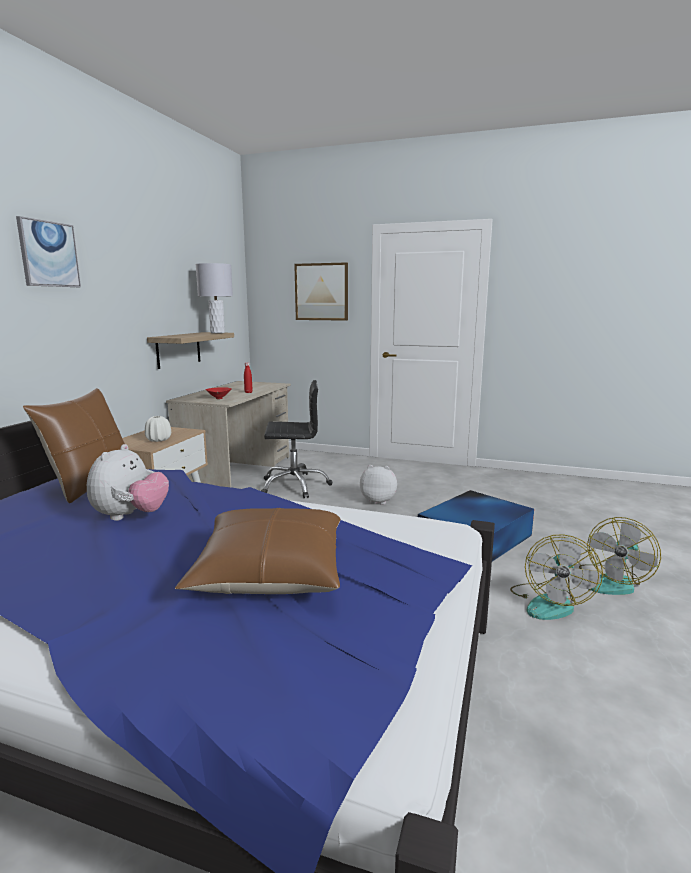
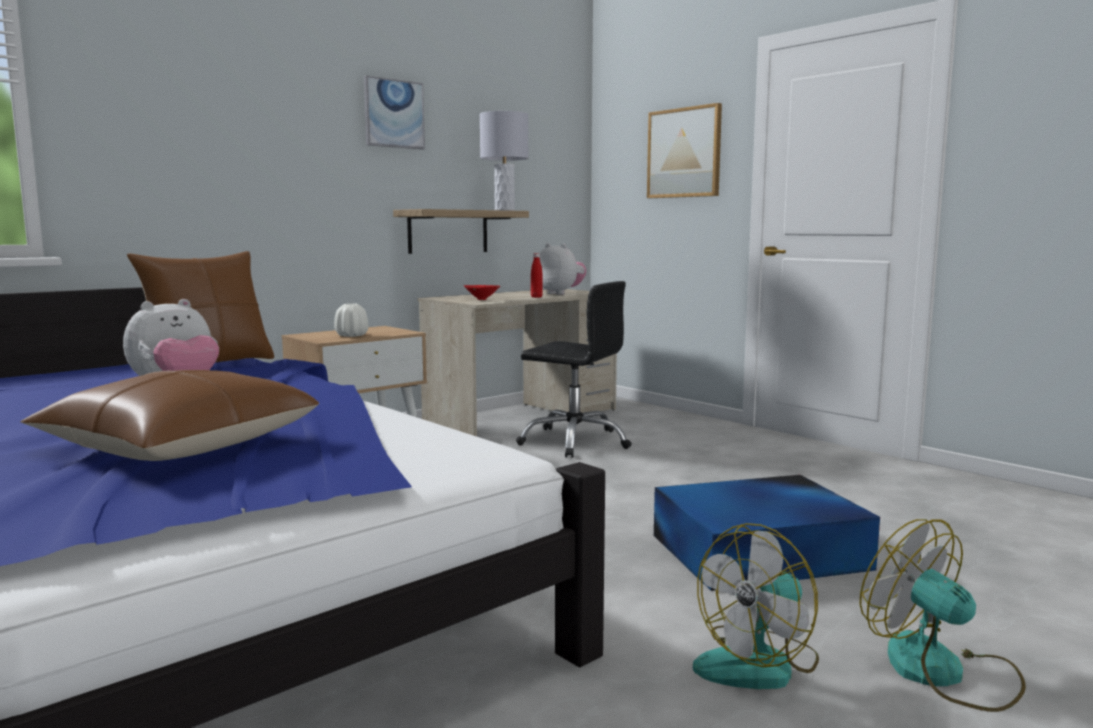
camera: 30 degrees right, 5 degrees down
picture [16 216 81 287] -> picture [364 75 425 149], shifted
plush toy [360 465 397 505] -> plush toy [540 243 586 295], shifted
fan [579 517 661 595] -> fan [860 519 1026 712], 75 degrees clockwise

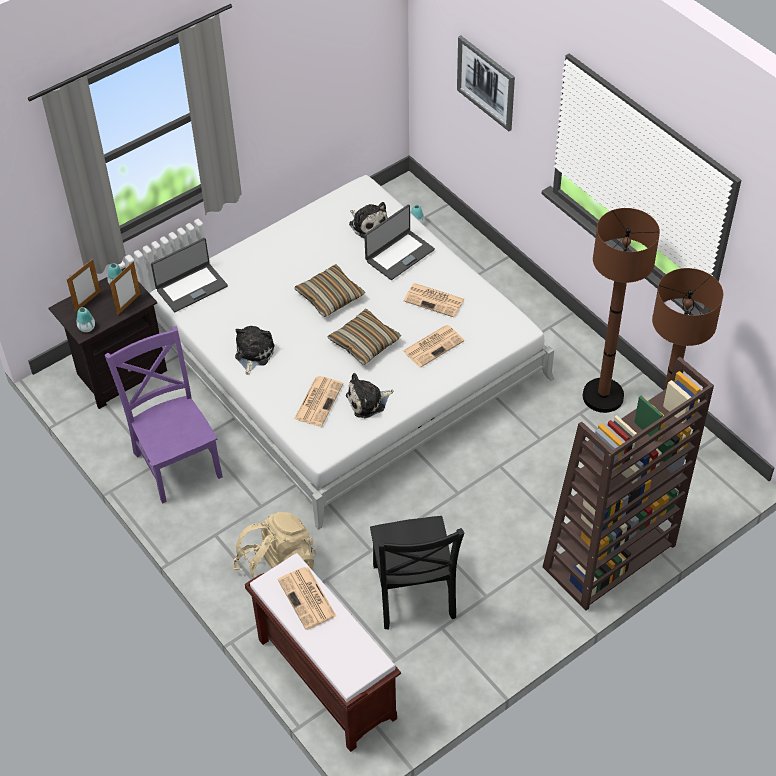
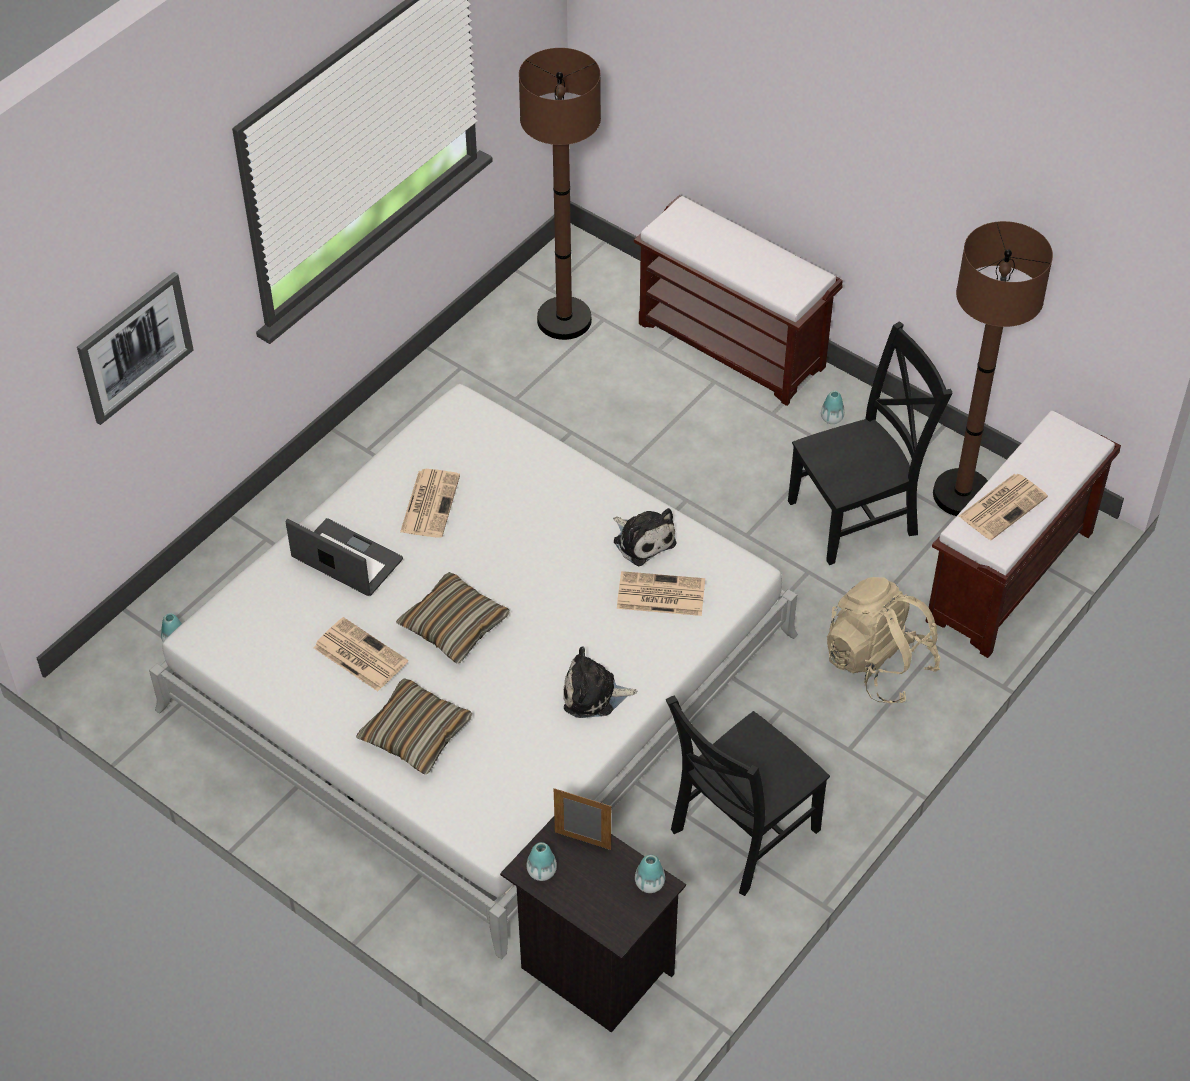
camera: 105 degrees left, 0 degrees up
plush toy [349 202 388 238] -> none
floor lamp/brown [583 208 660 413] -> floor lamp/brown [933 221 1053 516], shifted
laptop [151 238 228 312] -> none
picture frame [67 259 101 312] -> none
pillow [328 309 401 365] -> pillow [356 678 472 775], shifted
newspaper [403 325 464 368] -> newspaper [314 617 408 691], shifted
chair/purple [105 326 223 504] -> chair/black [665 696 830 896]
bookcase/brown [542 357 714 611] -> bench/brown [634 195 843 406]
none -> vase [821 391 845 424]

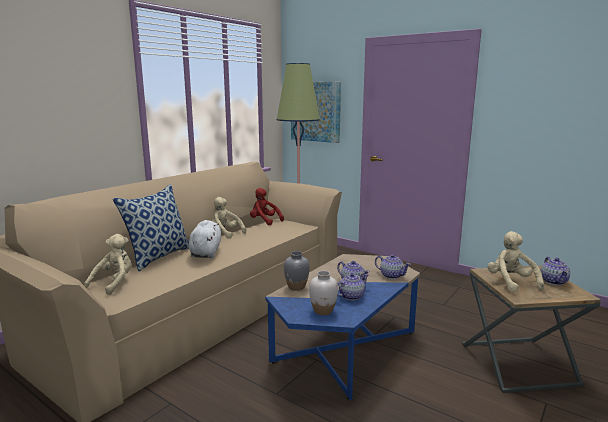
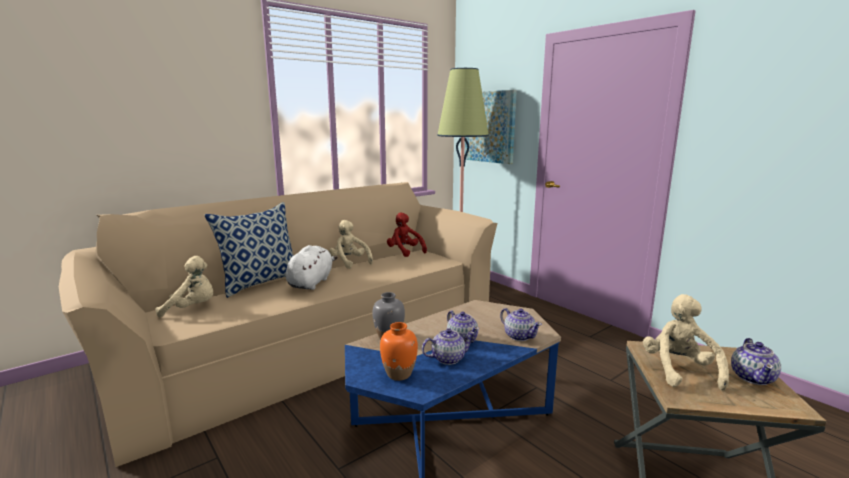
camera: 15 degrees right, 0 degrees up
plush toy/beige [84 234 132 295] -> plush toy/beige [156 256 213 317], 45 degrees clockwise
vase/white [309 271 338 315] -> vase/orange [380 322 418 381]

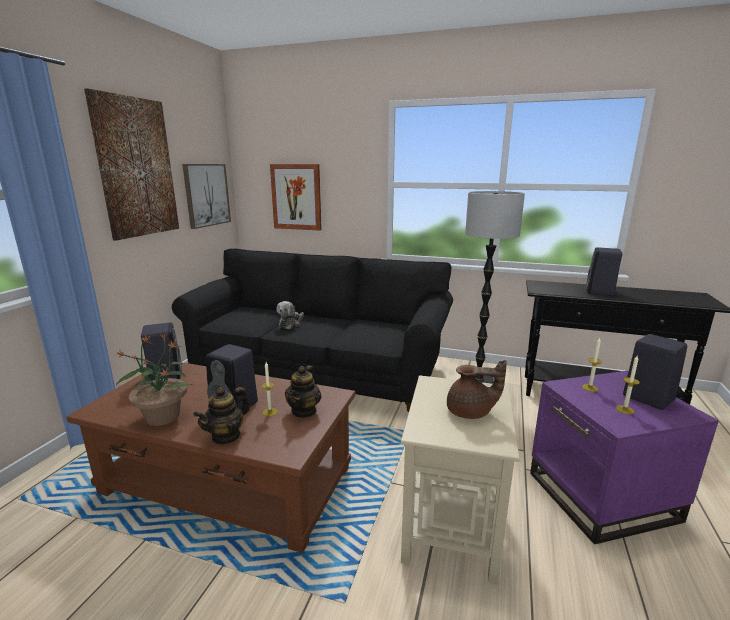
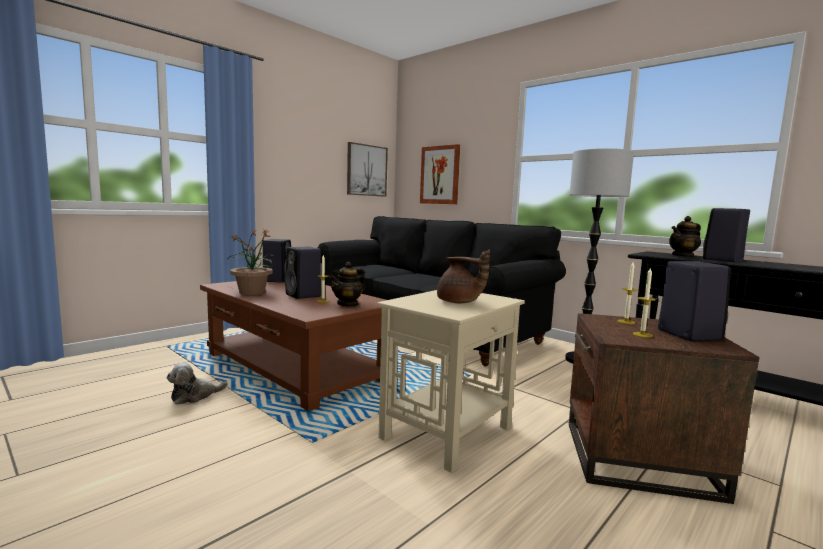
camera: 25 degrees right, 10 degrees down
picture [84 88 179 241] -> none
plush toy [276 301 304 329] -> plush toy [167 362 228 405], shifted
side table/purple [530 371 719 544] -> side table/brown [569 313 760 504]
teapot [193 387 250 445] -> teapot [669 216 701 257], shifted

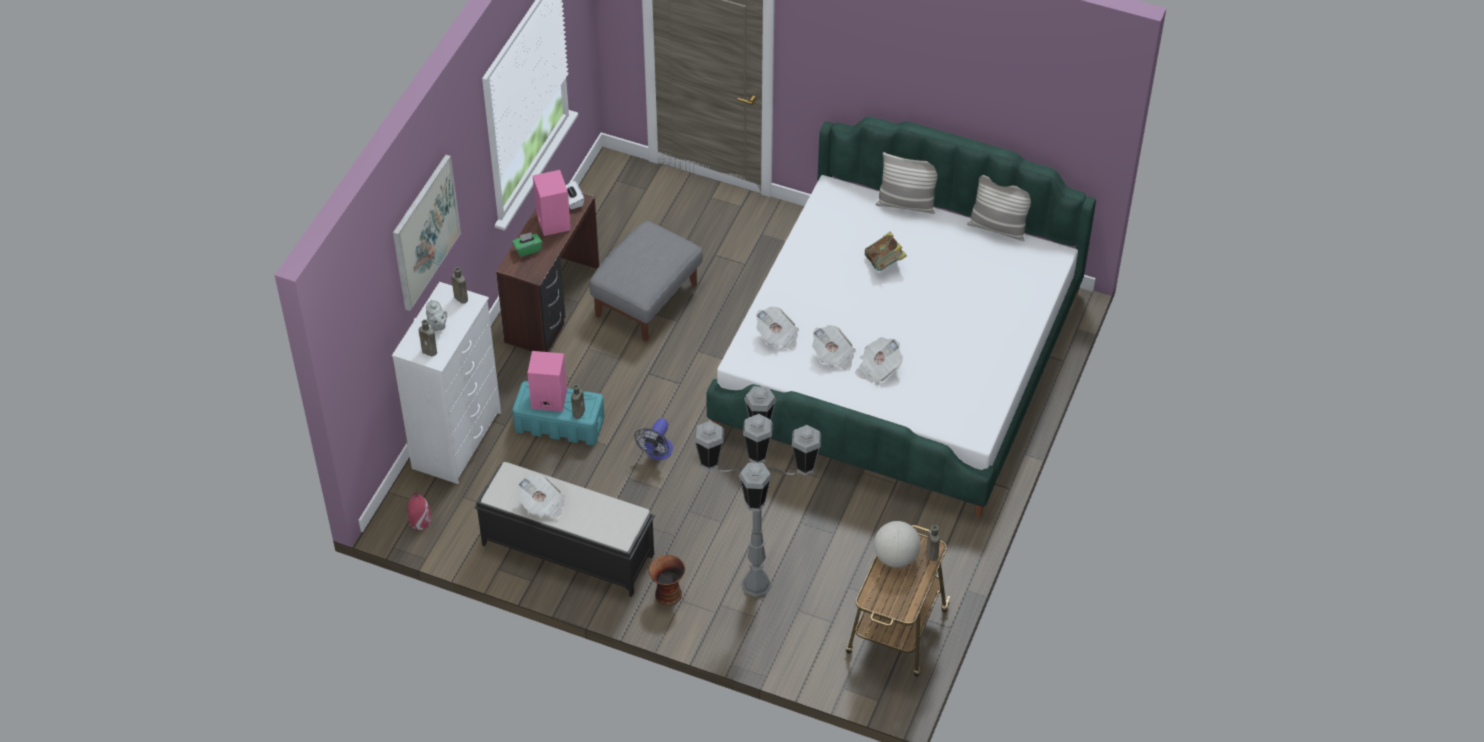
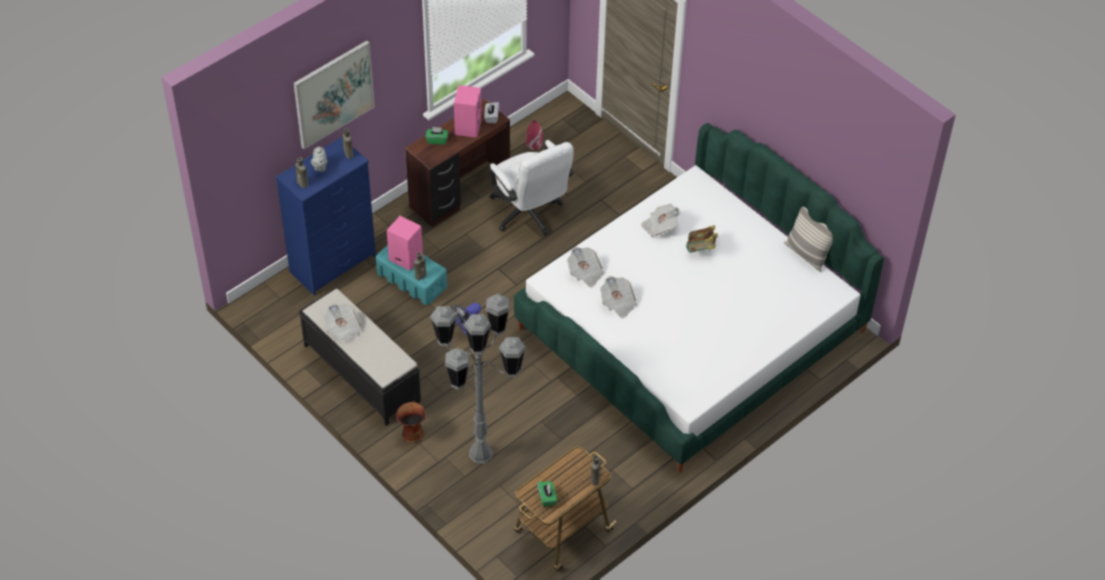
camera: 25 degrees right, 0 degrees up
pillow [876 152 938 214] -> none
ottoman/grey [589 221 703 342] -> office chair/white [490 140 574 235]
dresser/white [392 282 501 484] -> dresser/blue [276 137 376 296]
newspaper [855 337 903 385] -> newspaper [641 204 681 237], shifted
vase/red [407 493 432 530] -> vase/red [526 120 543 150], shifted
globe [874 521 921 568] -> none
none -> tissue box/green [537 481 557 507]

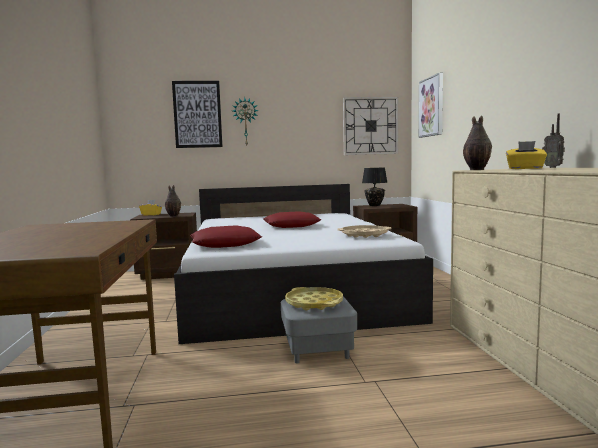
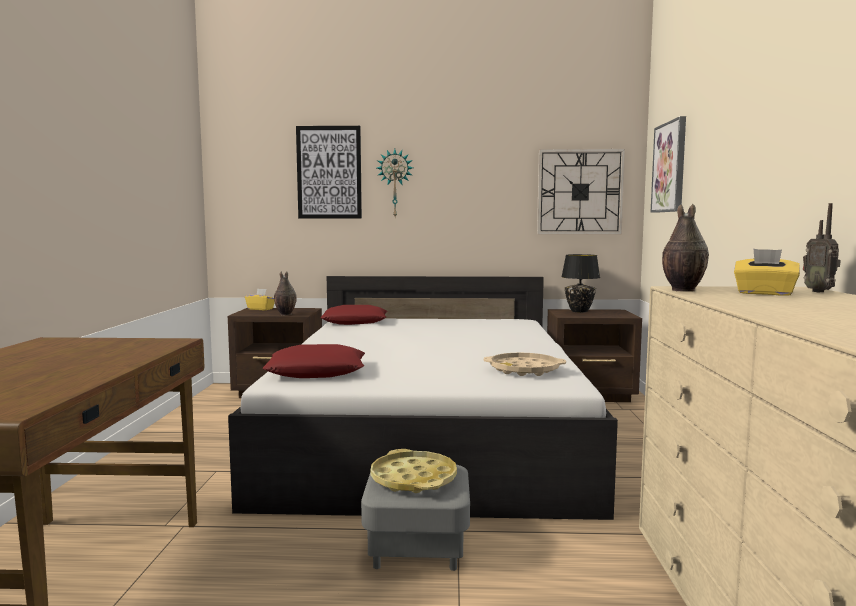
camera: 10 degrees right, 0 degrees up
pillow/red [263 211 321 228] -> pillow/red [320 305 388 325], shifted

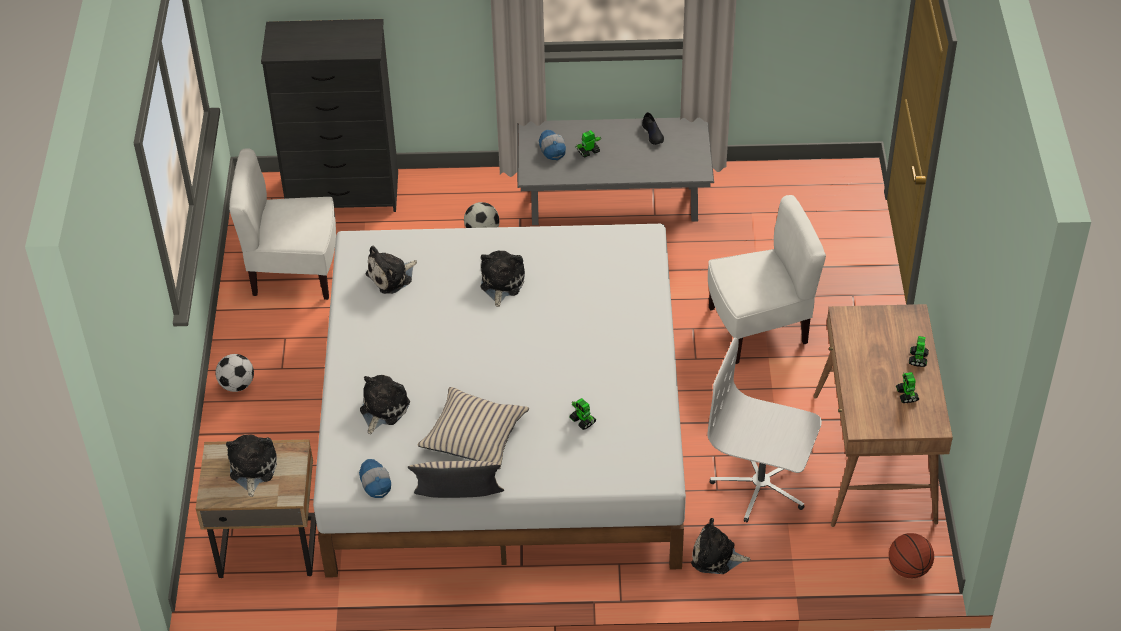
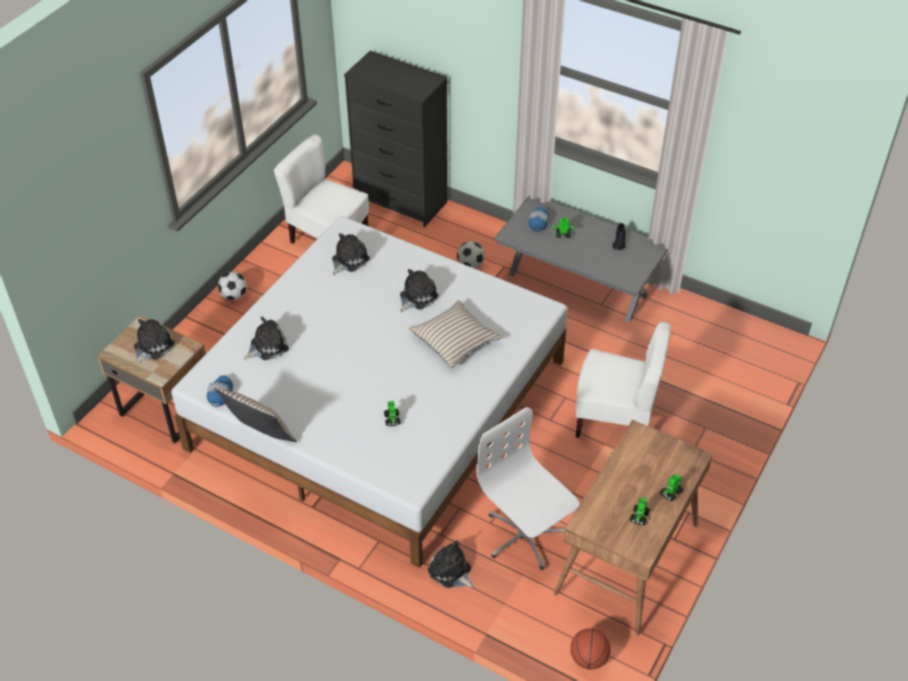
camera: 30 degrees right, 0 degrees up
plush toy [365 246 417 294] -> plush toy [332 233 370 275], 135 degrees clockwise
pillow/beige [418 387 529 469] -> pillow/beige [409 300 502 368], shifted

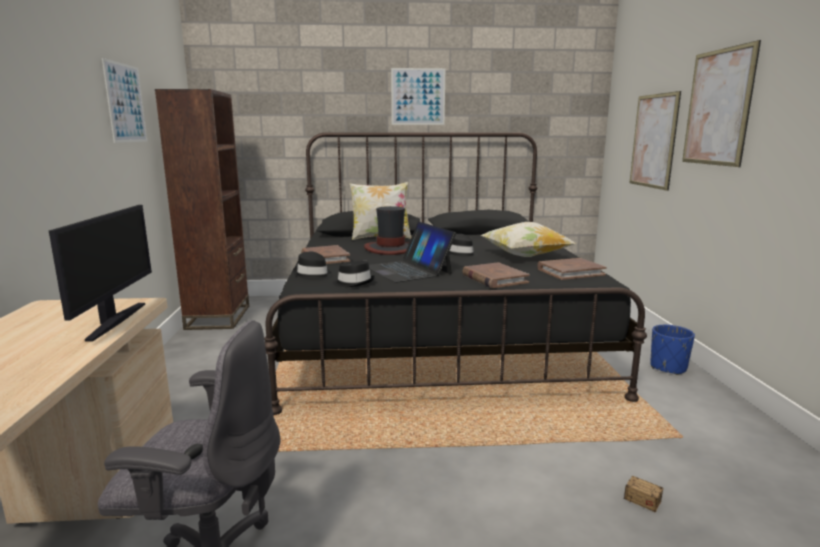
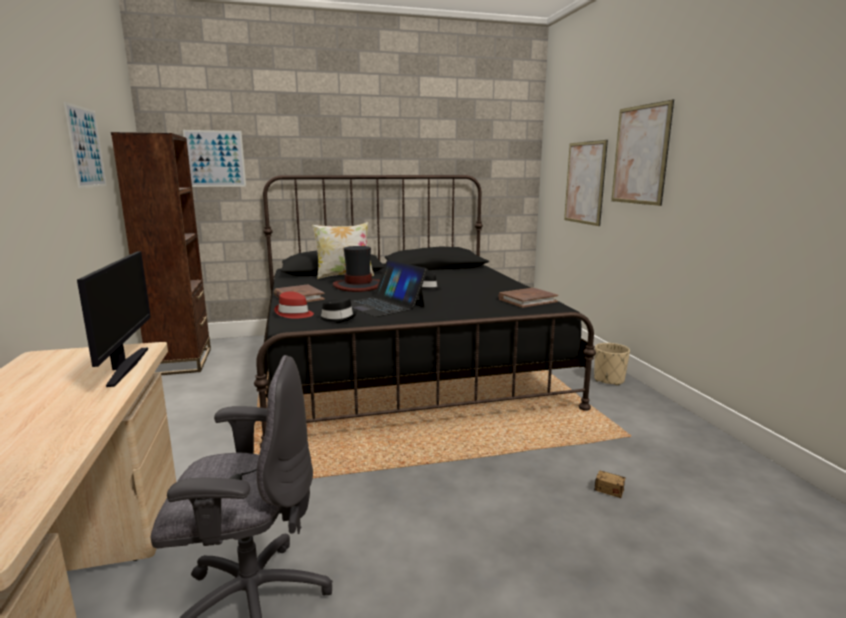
camera: 10 degrees left, 0 degrees up
picture [391 68 445 125] -> picture [183 130 246 187], shifted
pillow [481 222 576 257] -> none
hat/black [293 252 333 280] -> hat/red [274 291 314 319]
book/brown [462 262 530 288] -> none
planter/blue [650 325 695 375] -> planter/beige [594 343 630 386]

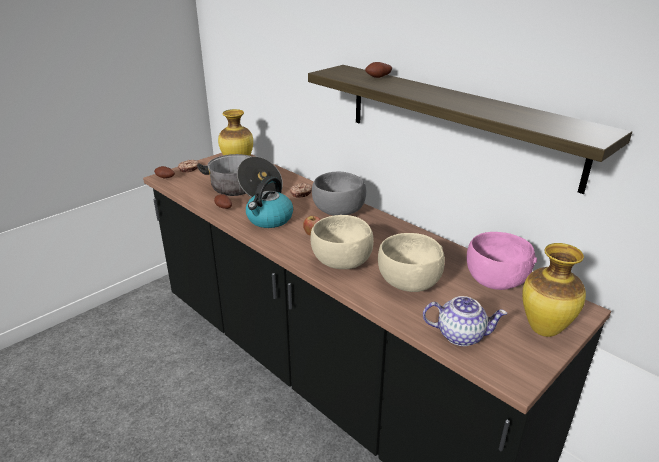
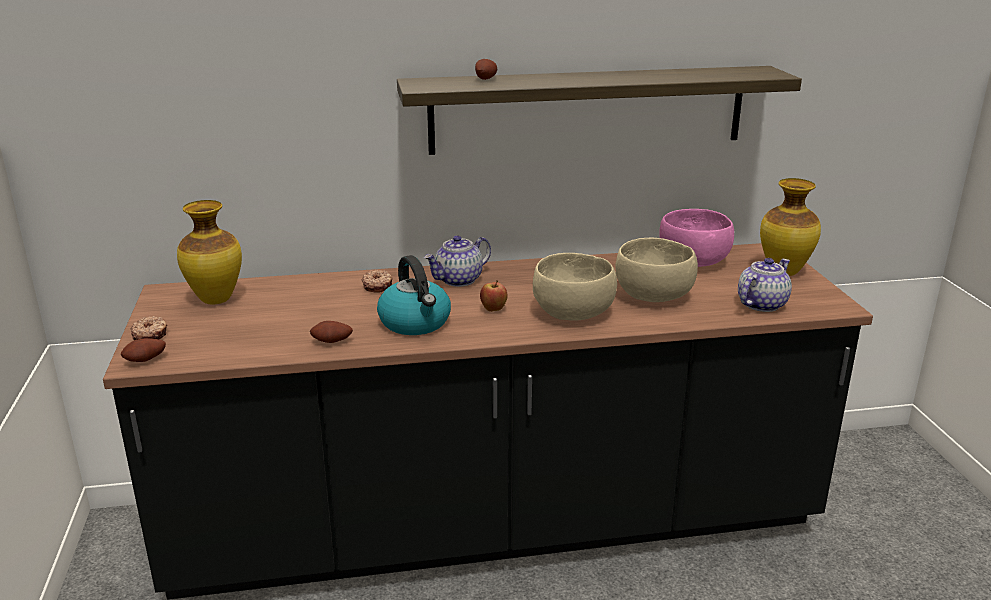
camera: 55 degrees left, 5 degrees down
cooking pot [197 154 283 197] -> none
bowl/grey [312 172 366 216] -> teapot [424 235 491 287]

